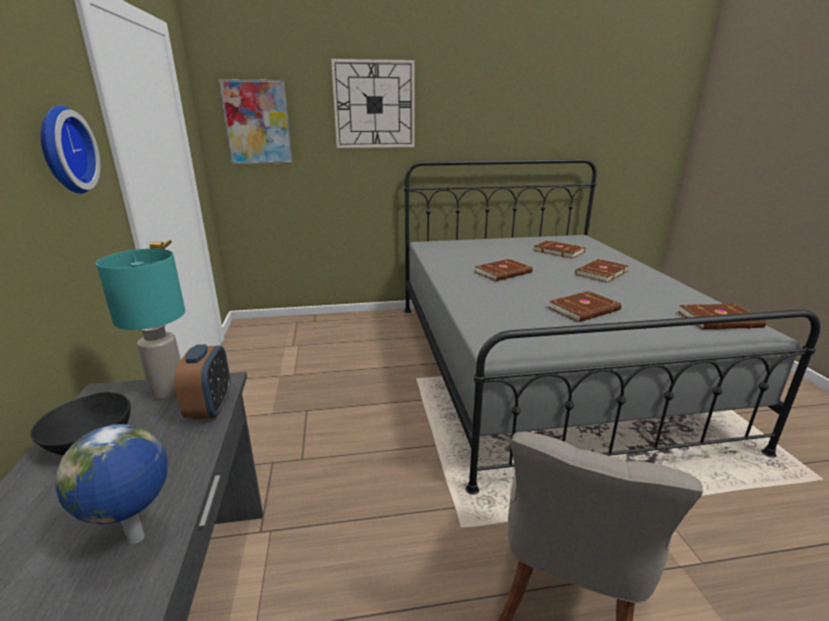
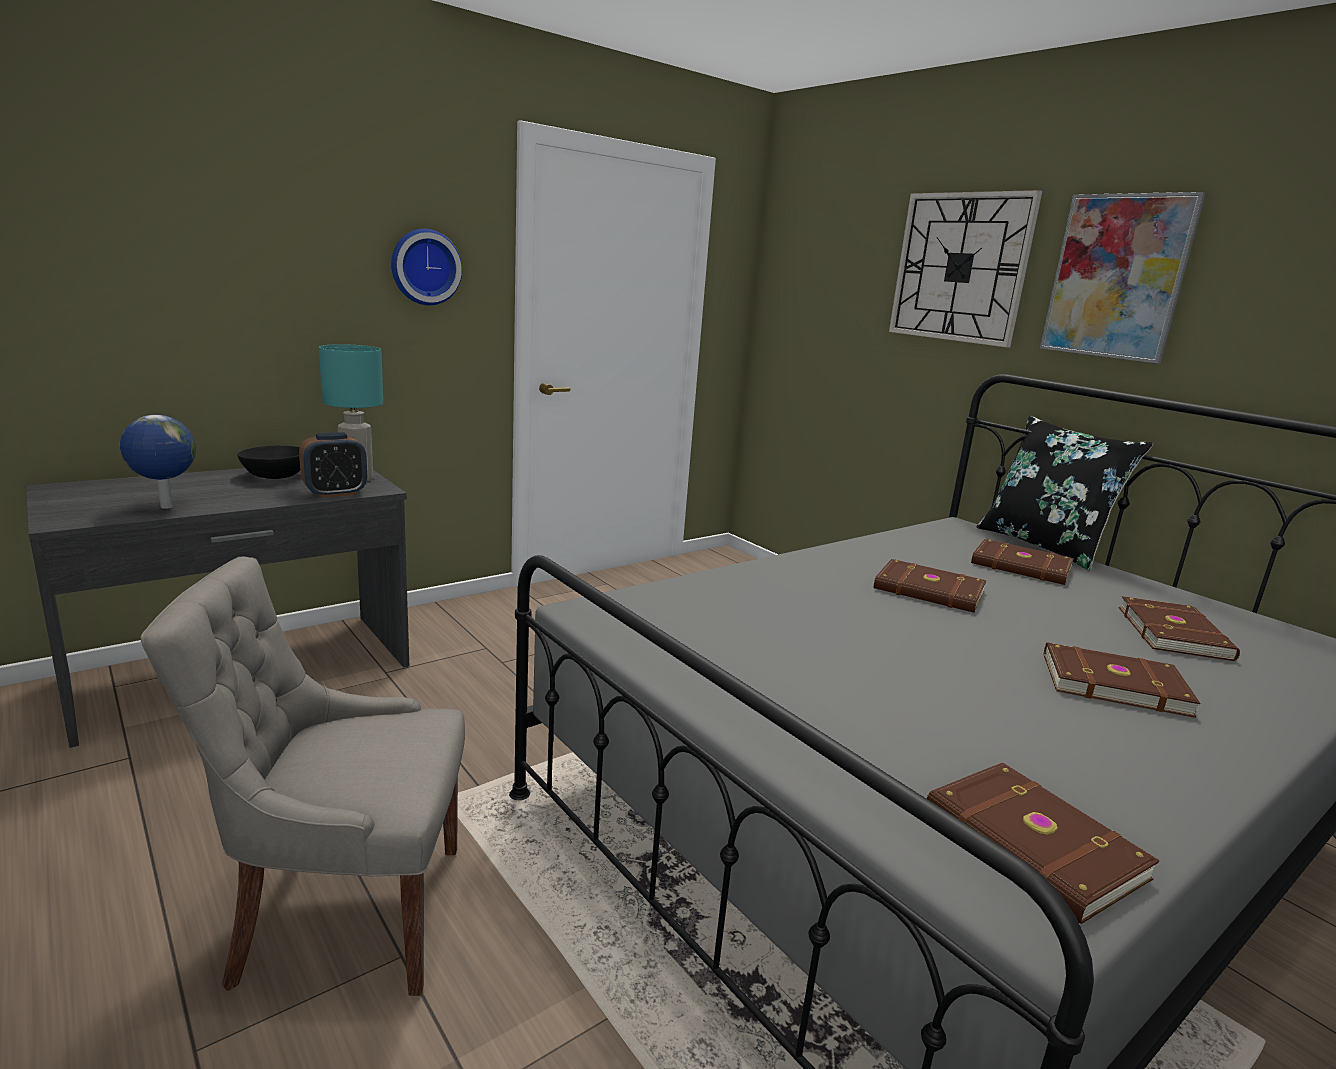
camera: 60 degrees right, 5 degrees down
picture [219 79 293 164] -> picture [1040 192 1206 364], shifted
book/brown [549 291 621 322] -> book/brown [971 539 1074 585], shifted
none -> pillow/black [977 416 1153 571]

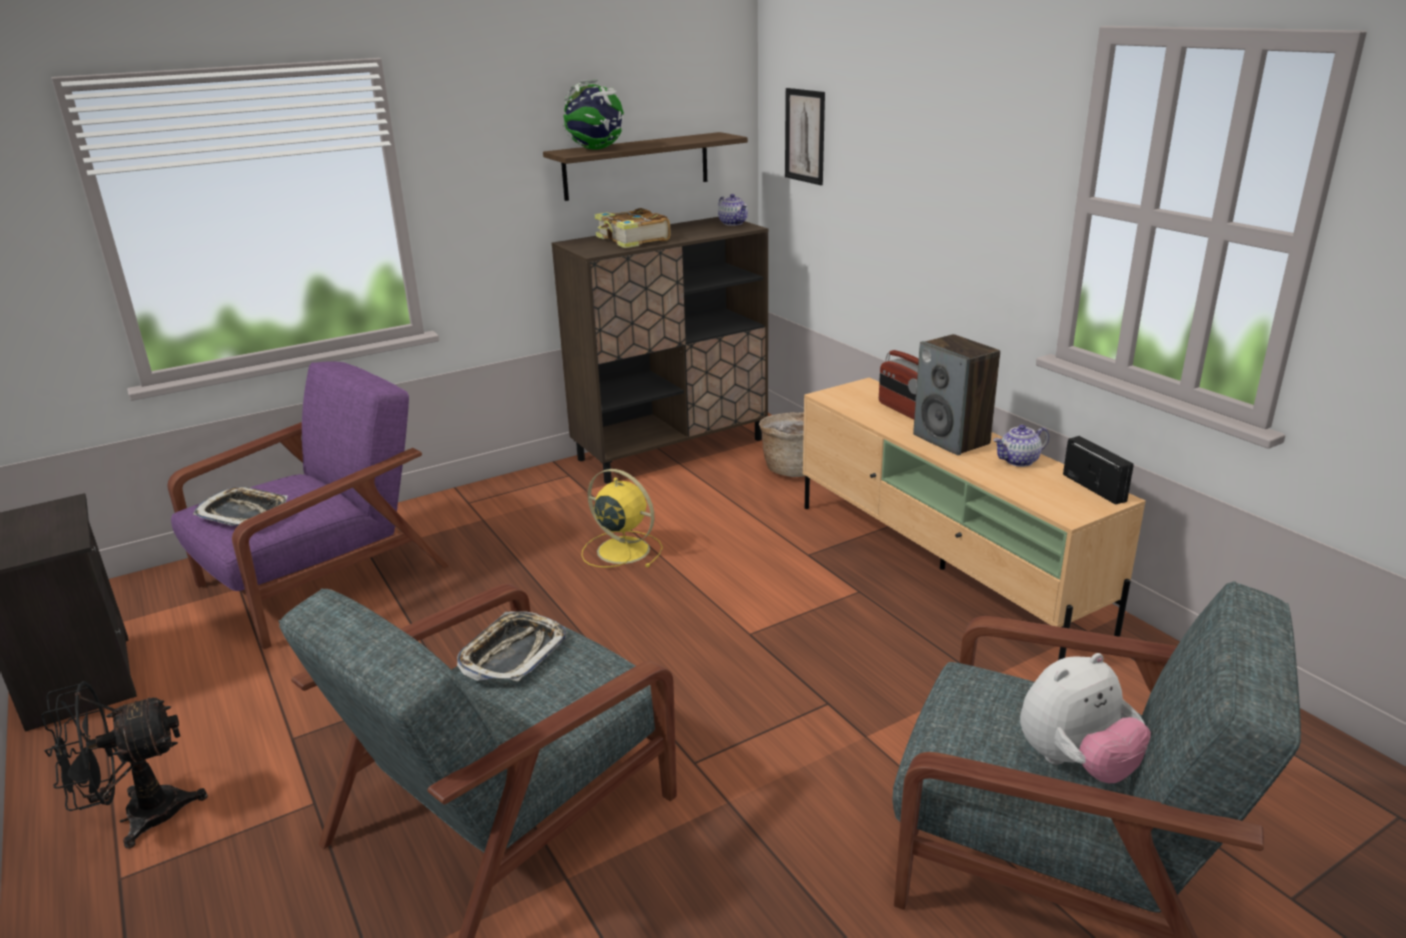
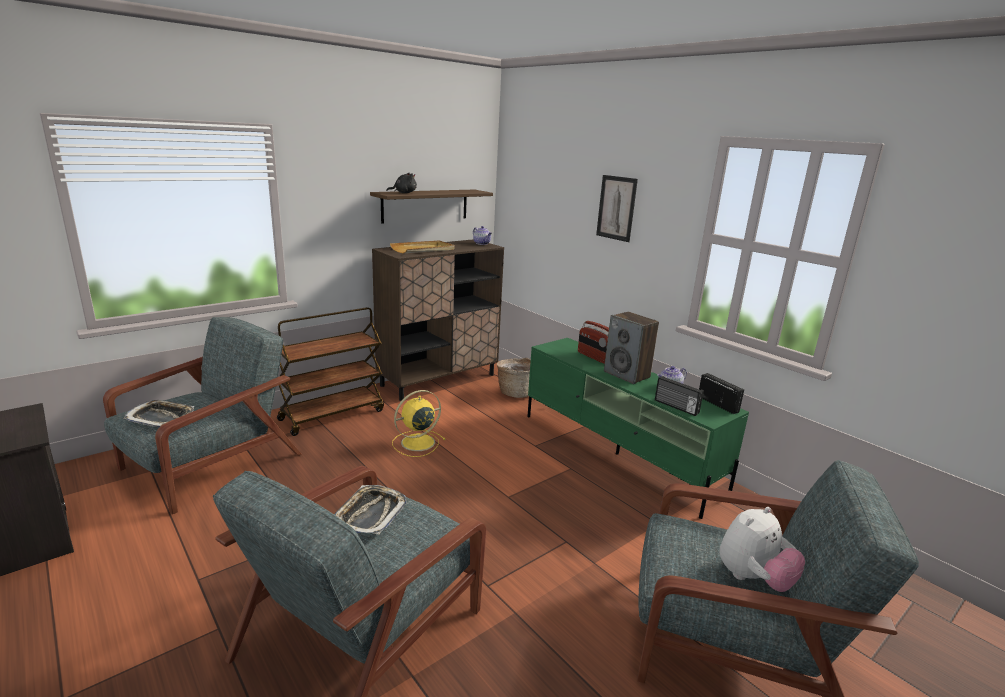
camera: 10 degrees left, 5 degrees down
globe [563 80 624 150] -> plush toy/black [386 173 417 193]
picture [785 88 825 185] -> picture [596 175 638 242], shifted
book [594 208 670 248] -> tray/beige [390 240 455 253]
armchair/purple [168 361 449 649] -> armchair/grey [103 317 302 514]
tv stand/beige [803 377 1146 660] -> tv stand/green [527 338 749 519]
fan/yellow [581 469 663 568] -> fan/yellow [392 390 446 457], 60 degrees counterclockwise
fan/black [41 681 207 849] -> none
none -> cart/brown [277 307 384 436]
none -> radio [655 376 704 416]

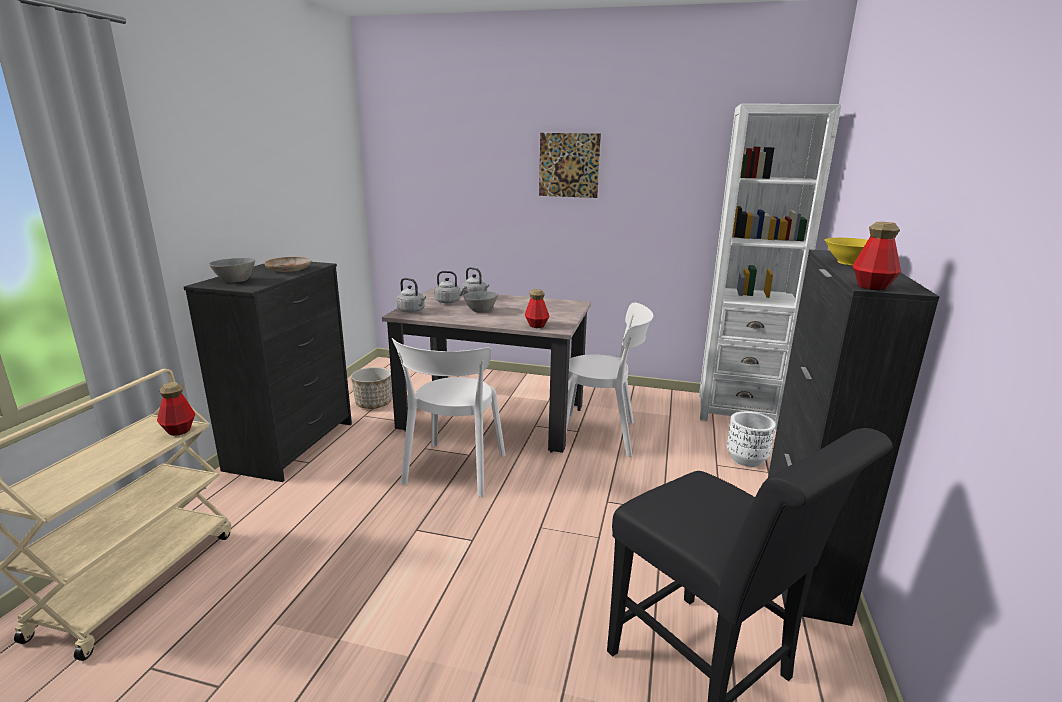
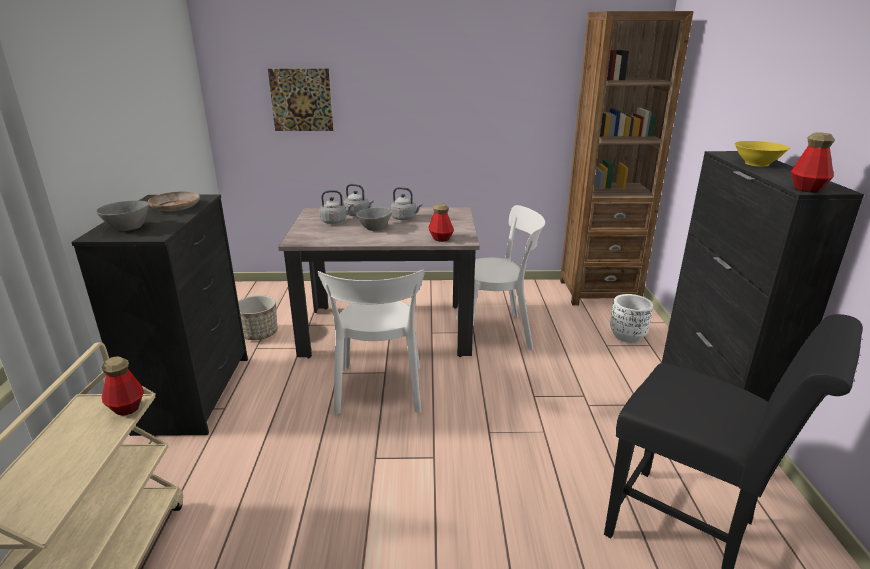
camera: 15 degrees left, 5 degrees up
bookcase/white [699 104 842 430] -> bookcase/brown [560 11 693 306]
picture [539 133 601 198] -> picture [268 69 333 131], shifted
kettle/grey [397 278 426 313] -> kettle/grey [390 187 422 220], shifted

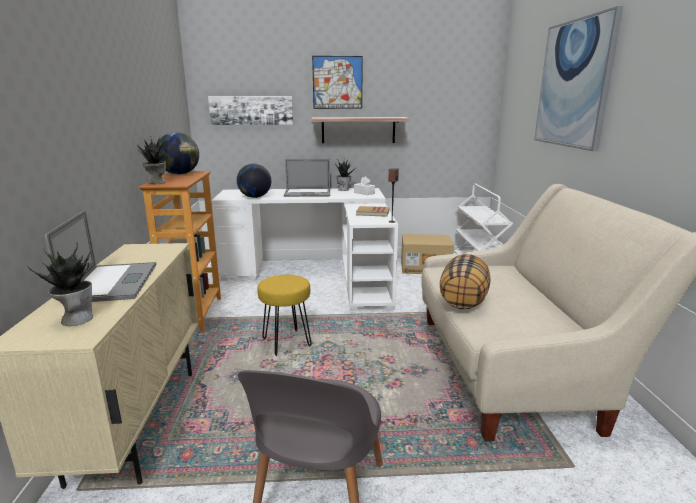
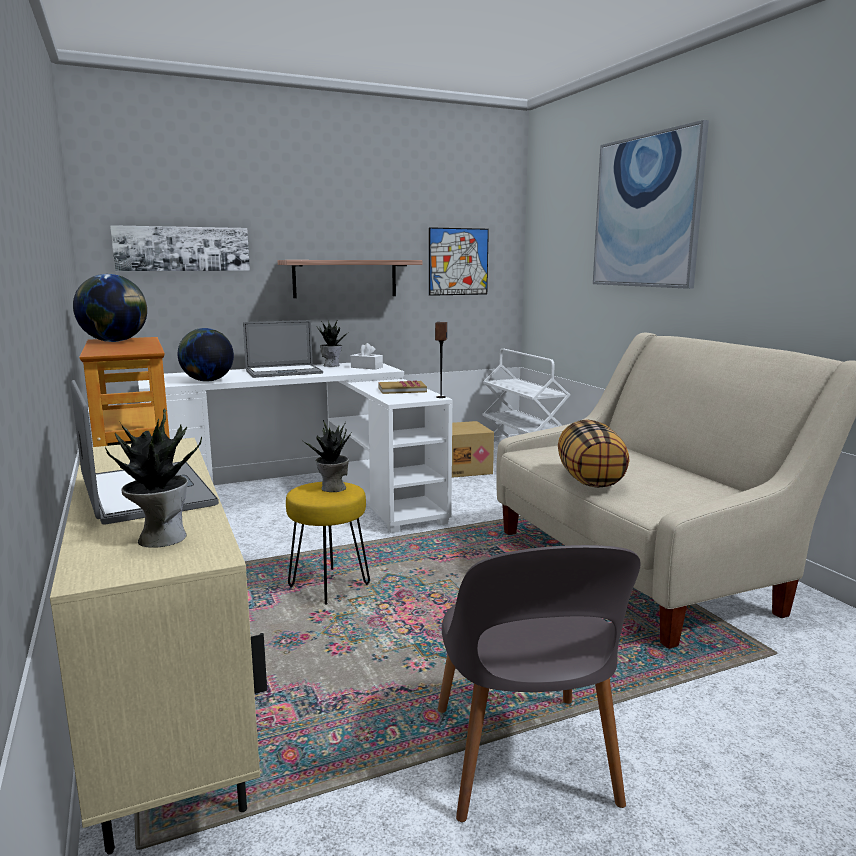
camera: 20 degrees left, 5 degrees down
picture [312 56 363 109] -> picture [429 227 489 296], shifted
potted plant [136 136 169 184] -> potted plant [302 420 351 492], shifted

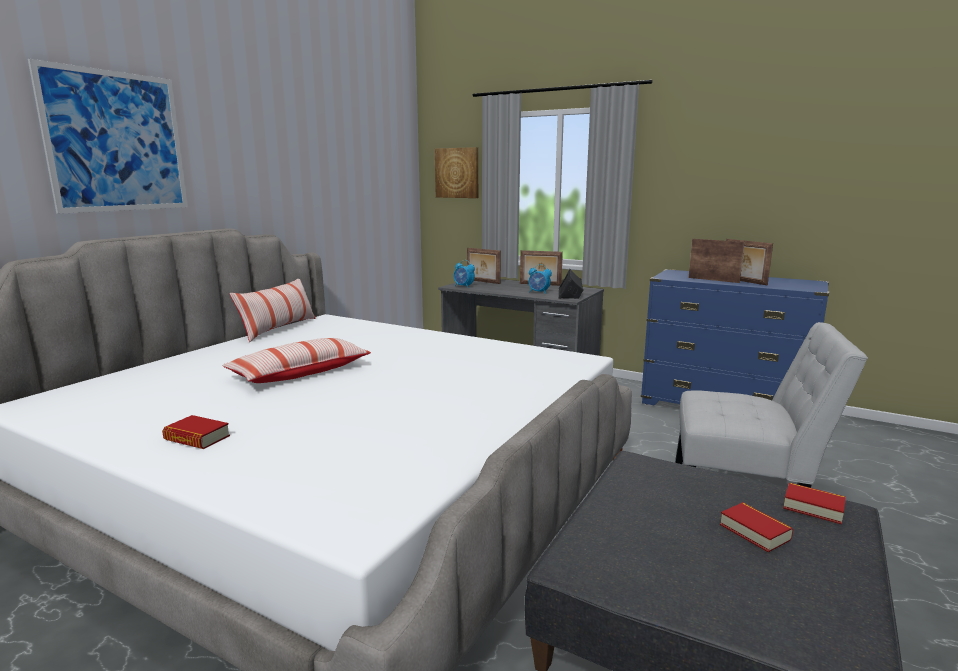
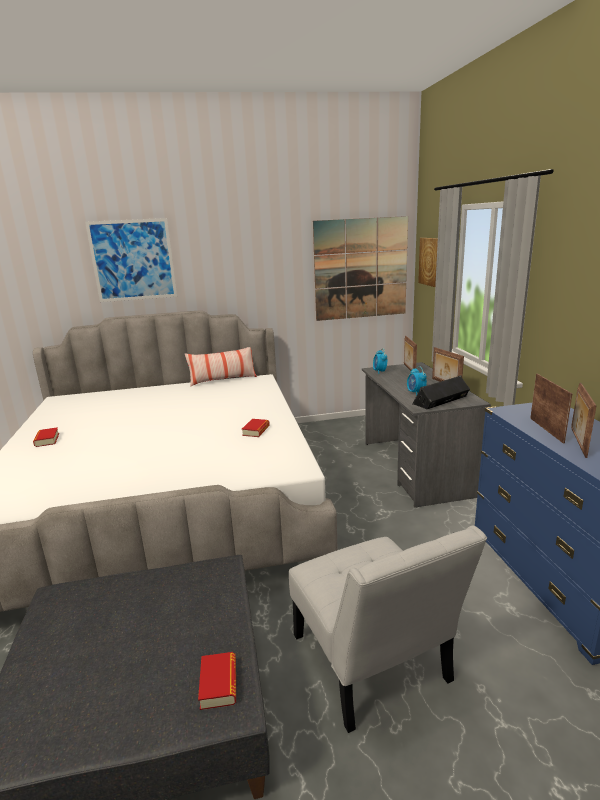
camera: 50 degrees right, 5 degrees up
pillow [222 338 371 383] -> none
book [720 502 793 553] -> book [242 419 270 437], shifted
none -> picture [313 216 408 321]

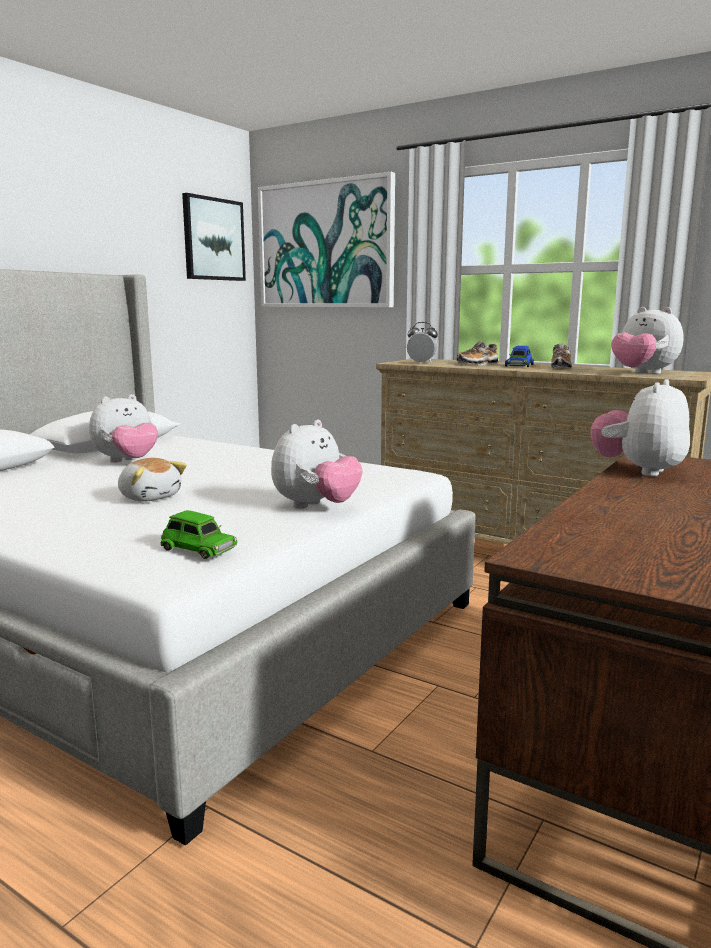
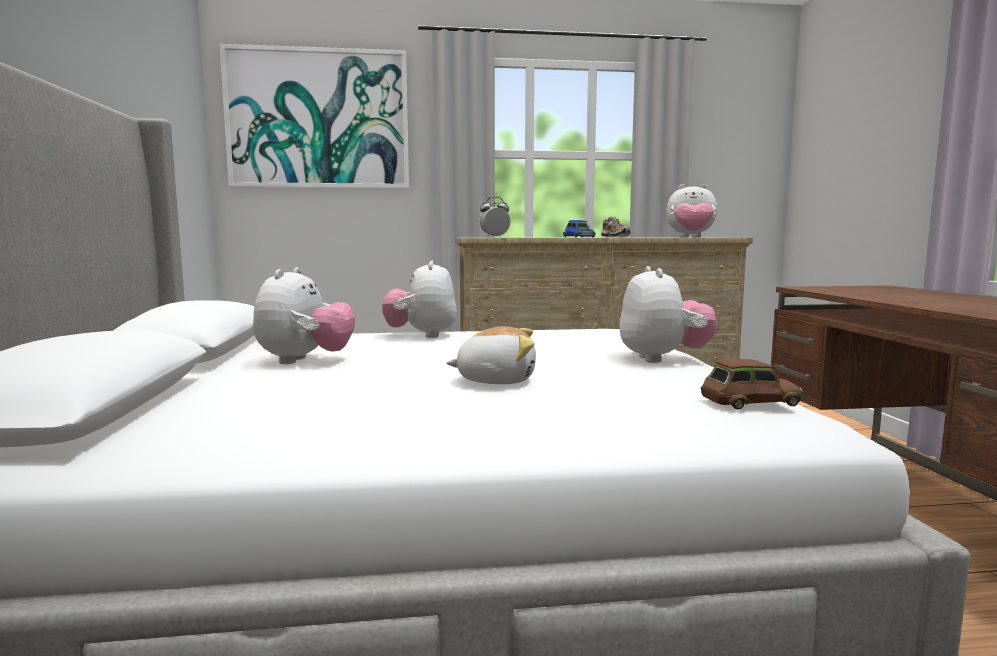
camera: 40 degrees left, 5 degrees down
picture [182 193 246 281] -> none
shoe [457 341 498 365] -> none
plush toy [591 379 690 476] -> plush toy [382 261 457 338], shifted
toy car/green [160 510 237 559] -> toy car/brown [701 359 803 410]

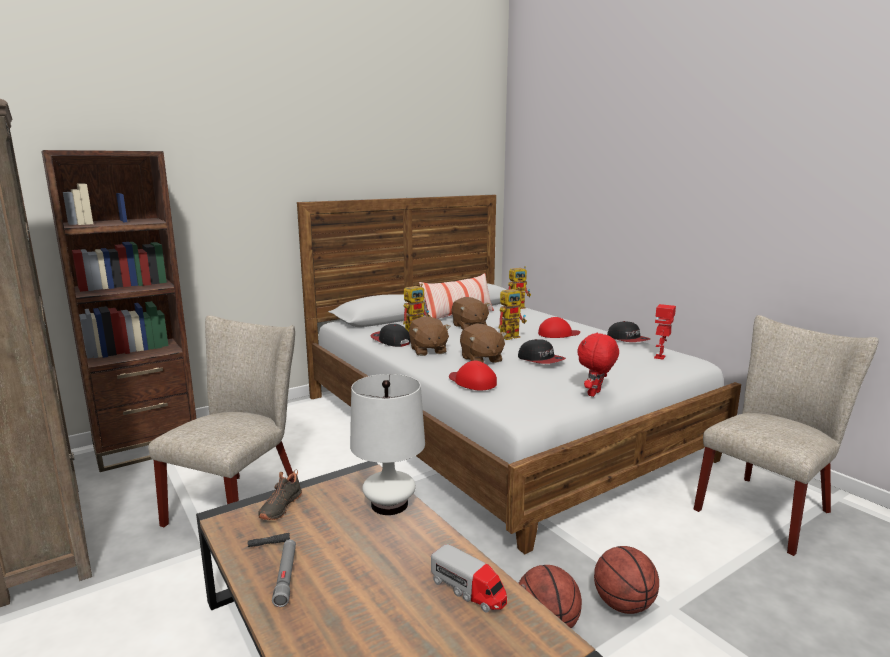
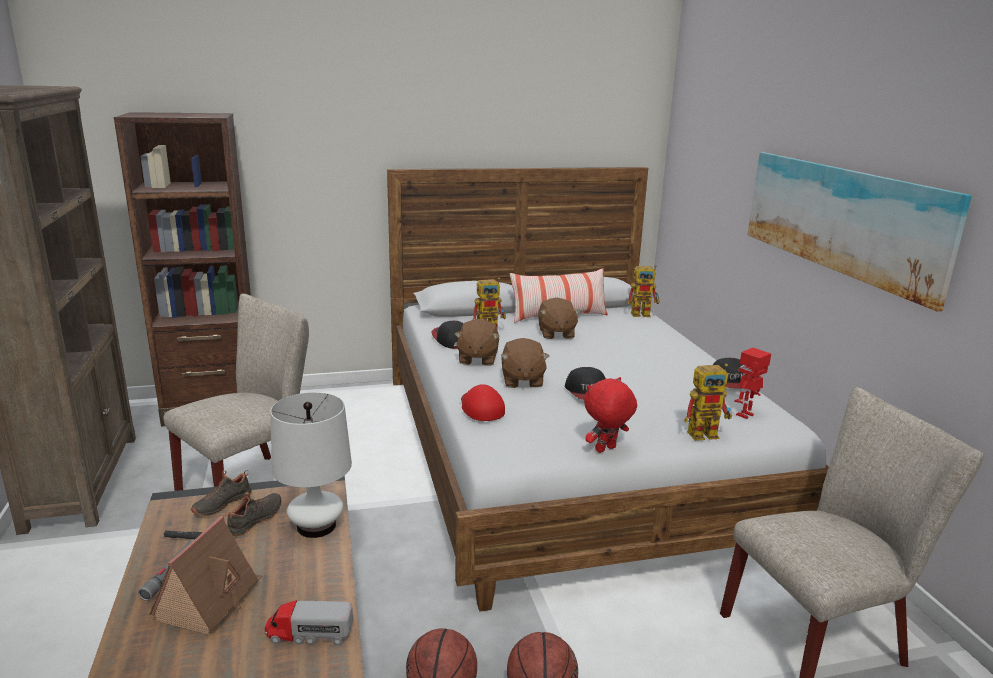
camera: 20 degrees right, 5 degrees up
toy robot [499 287 527 340] -> toy robot [684 363 732 441], shifted
cap/red [538 317 580 338] -> none
toy truck [431 544 507 613] -> toy truck [265 600 353 646], 120 degrees clockwise
none -> picture [748 152 972 311]
none -> shoe/black [225 492 281 536]
none -> toy house [149 516 262 635]

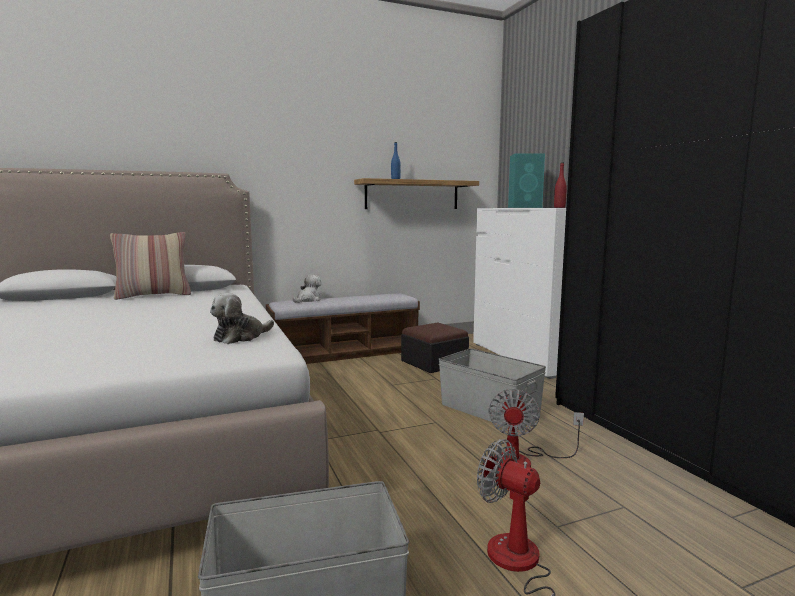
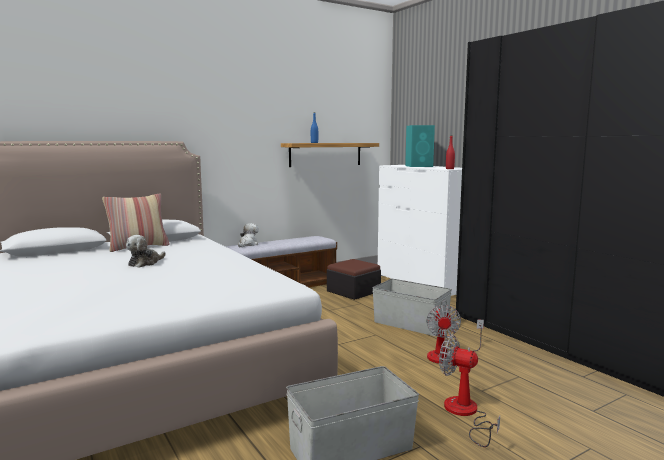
camera: 10 degrees left, 0 degrees up
plush toy [210 293 274 344] -> plush toy [126 235 166 268], shifted

